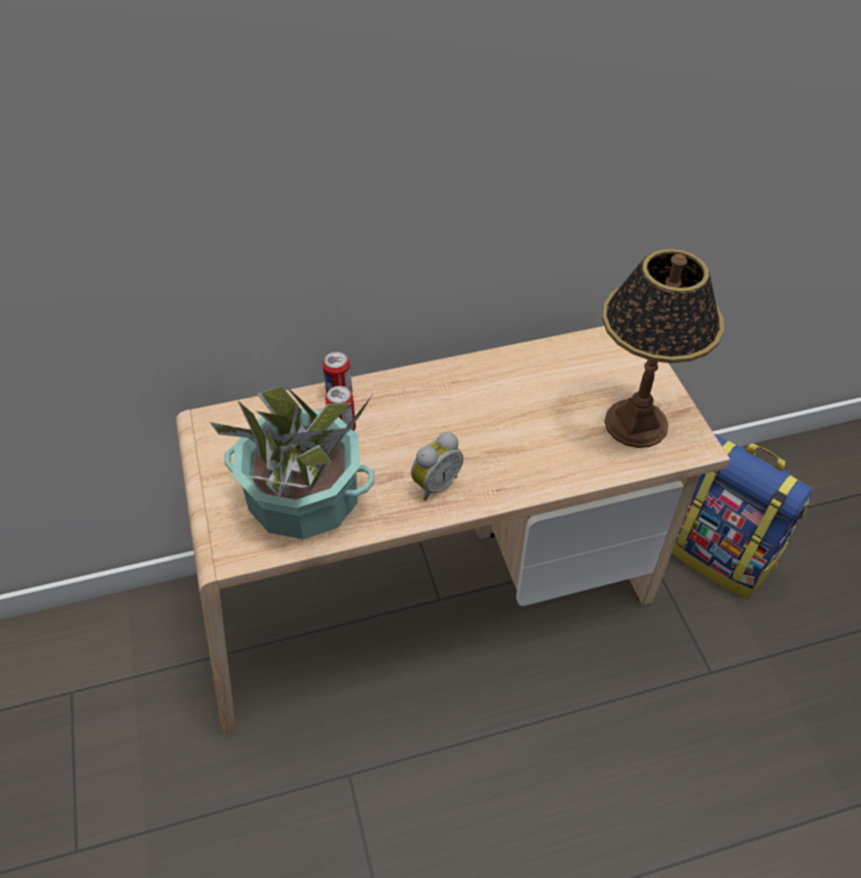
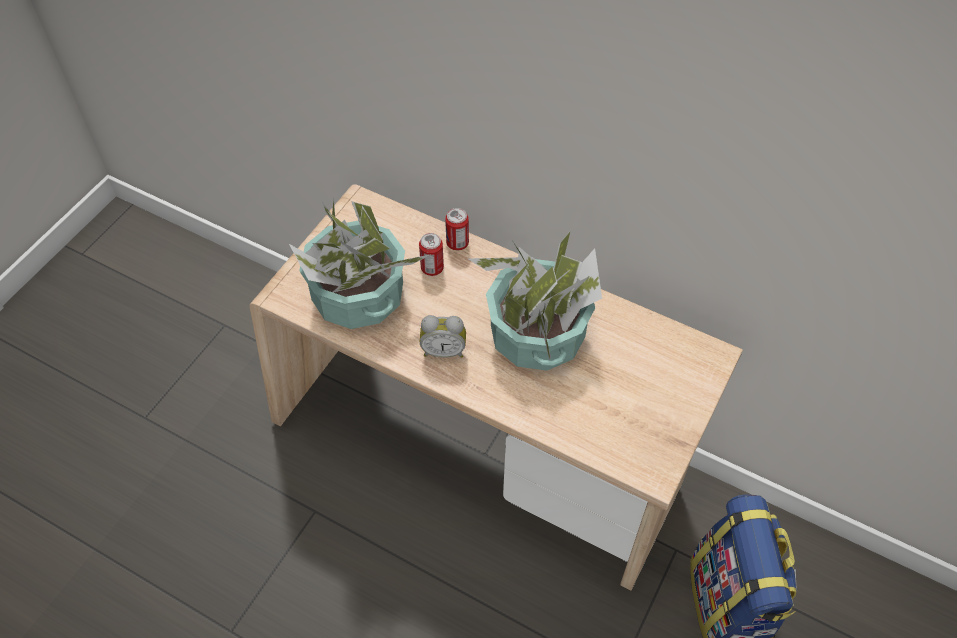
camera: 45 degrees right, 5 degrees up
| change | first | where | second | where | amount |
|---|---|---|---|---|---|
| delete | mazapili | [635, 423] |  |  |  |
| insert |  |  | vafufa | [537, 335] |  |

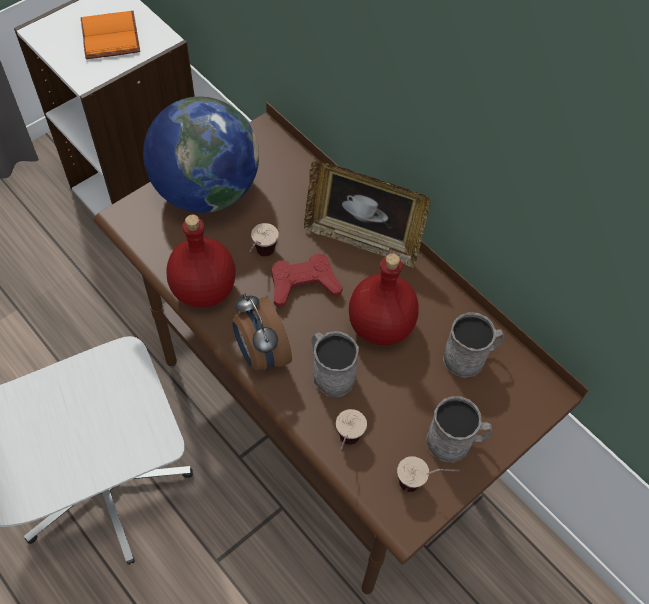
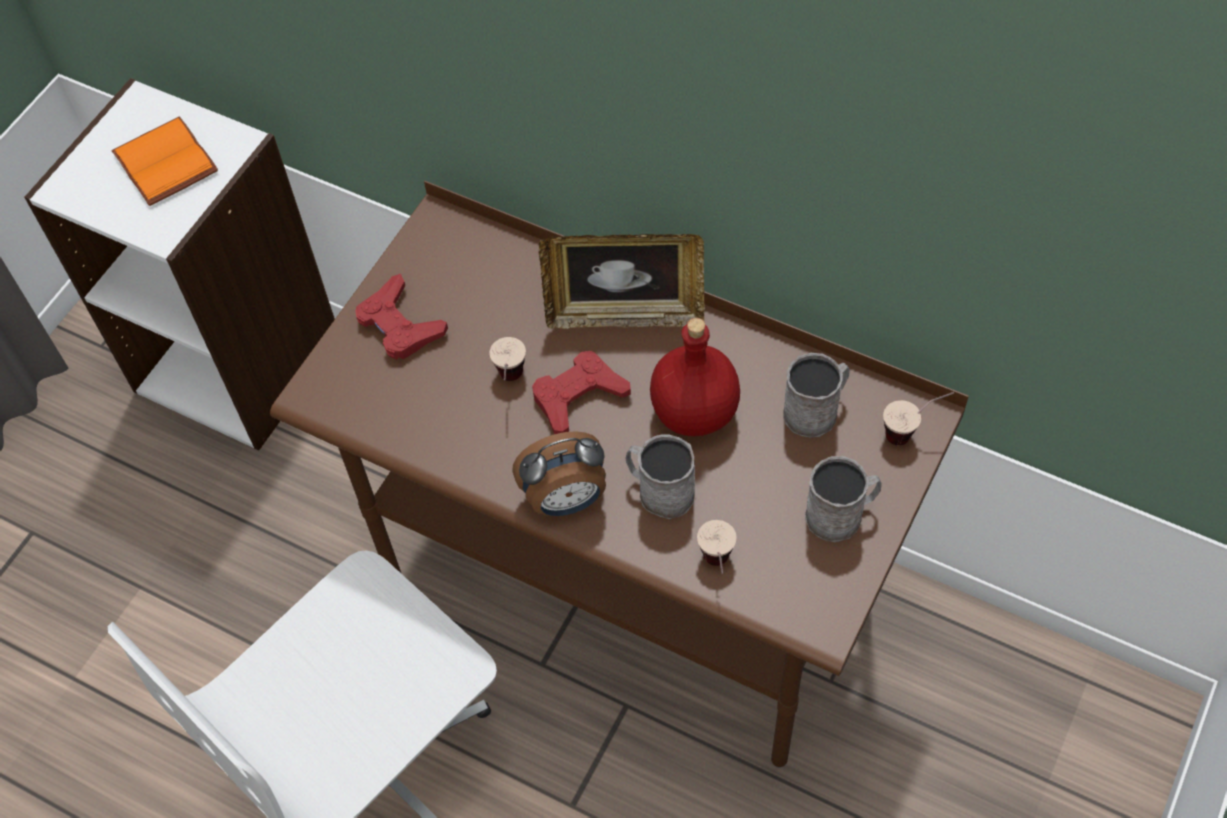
camera: 15 degrees left, 0 degrees up
| change | first | where | second | where | amount |
|---|---|---|---|---|---|
| replace | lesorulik | [206, 191] | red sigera | [400, 325] |  |
| delete | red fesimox | [203, 291] |  |  |  |
| rotate | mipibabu | [261, 354] |  | [566, 500] | 60 degrees counterclockwise |
| move | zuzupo | [422, 484] |  | [912, 432] |  |

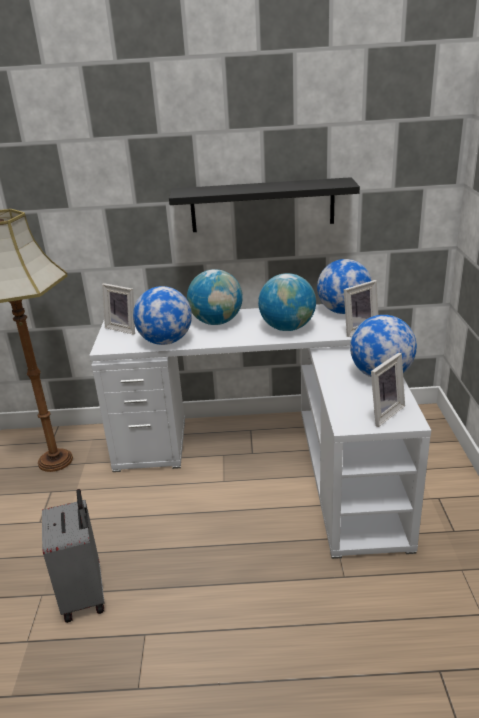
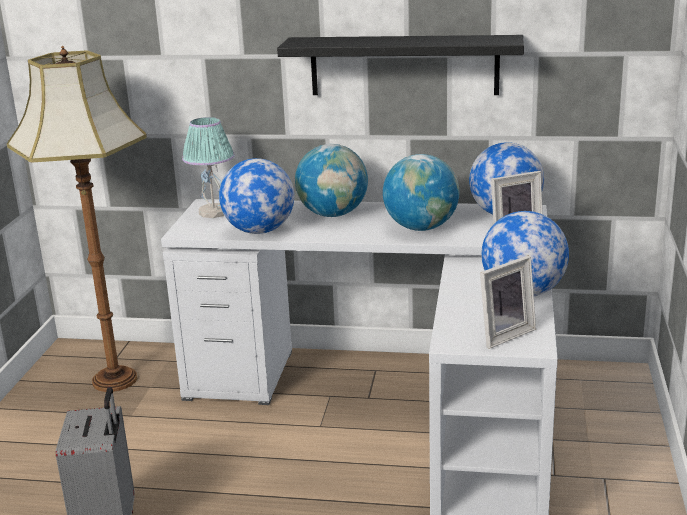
camera: 10 degrees right, 5 degrees down
| change | first | where | second | where | amount |
|---|---|---|---|---|---|
| replace | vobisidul | [124, 328] | mazapili | [214, 212] |  |

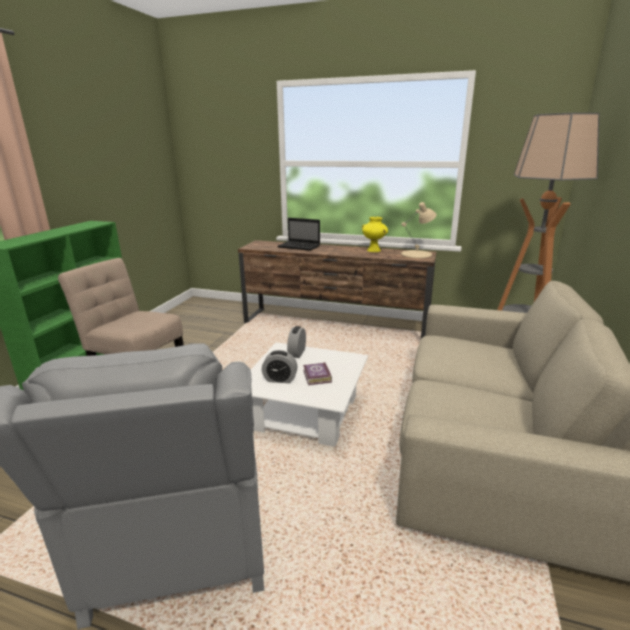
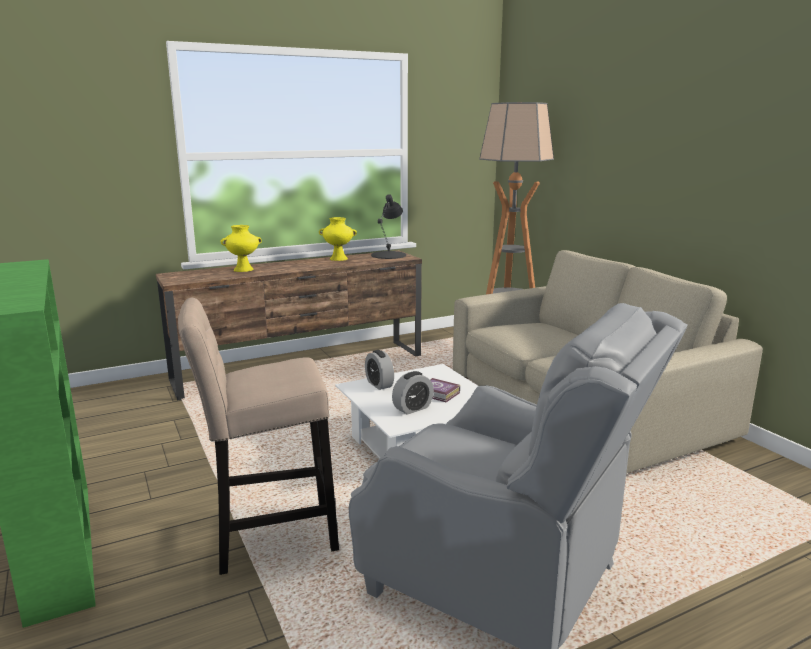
camera: 45 degrees left, 5 degrees down
| change | first | where | second | where | amount |
|---|---|---|---|---|---|
| recolor | beige mazapili | [417, 254] | black mazapili | [389, 255] |  |
| replace | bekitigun | [300, 246] | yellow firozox | [244, 269] |  |

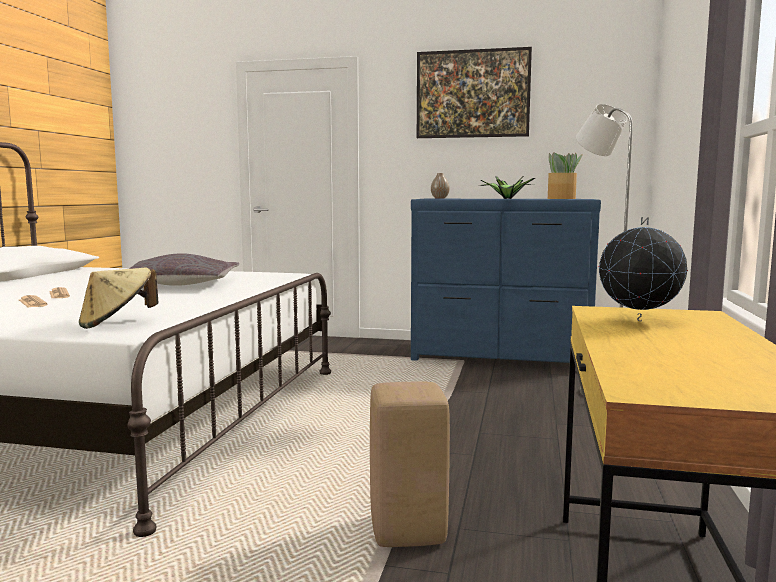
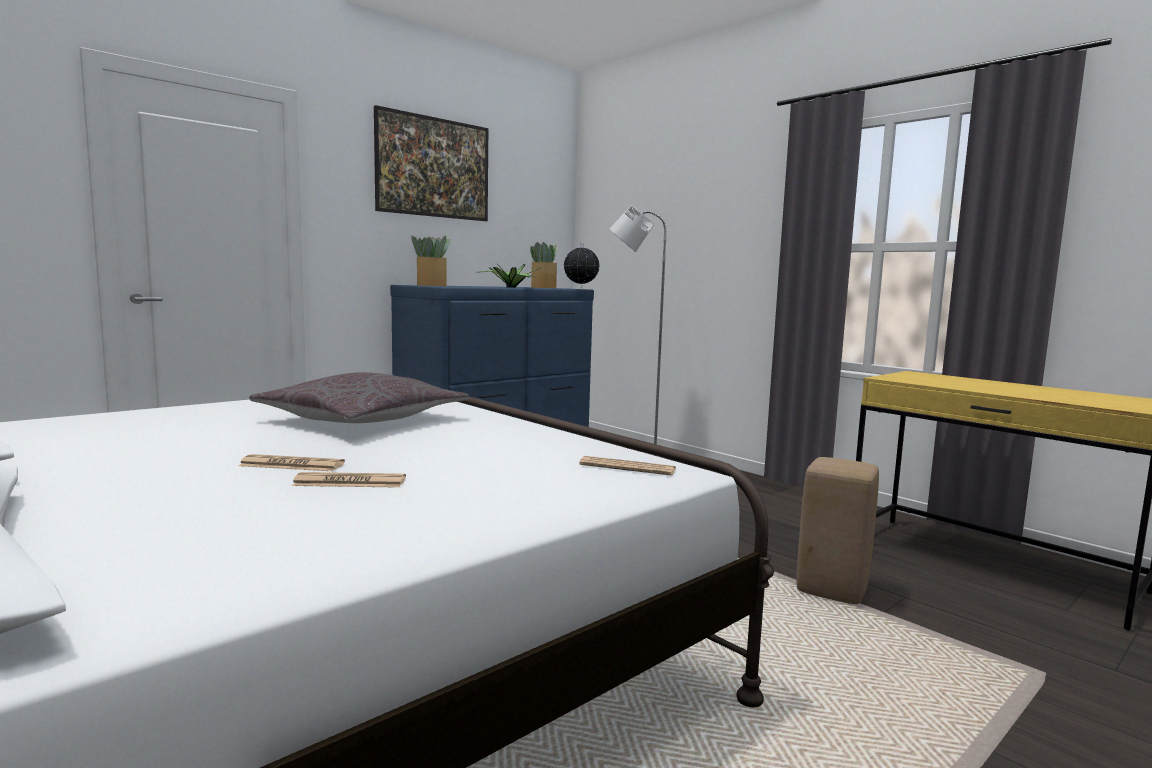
camera: 55 degrees left, 0 degrees up
| change | first | where | second | where | amount |
|---|---|---|---|---|---|
| replace | firozox | [439, 198] | vafufa | [431, 285] |  |
| move | lesorulik | [638, 320] |  | [580, 289] |  |
| replace | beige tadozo | [117, 323] | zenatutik | [627, 467] |  |

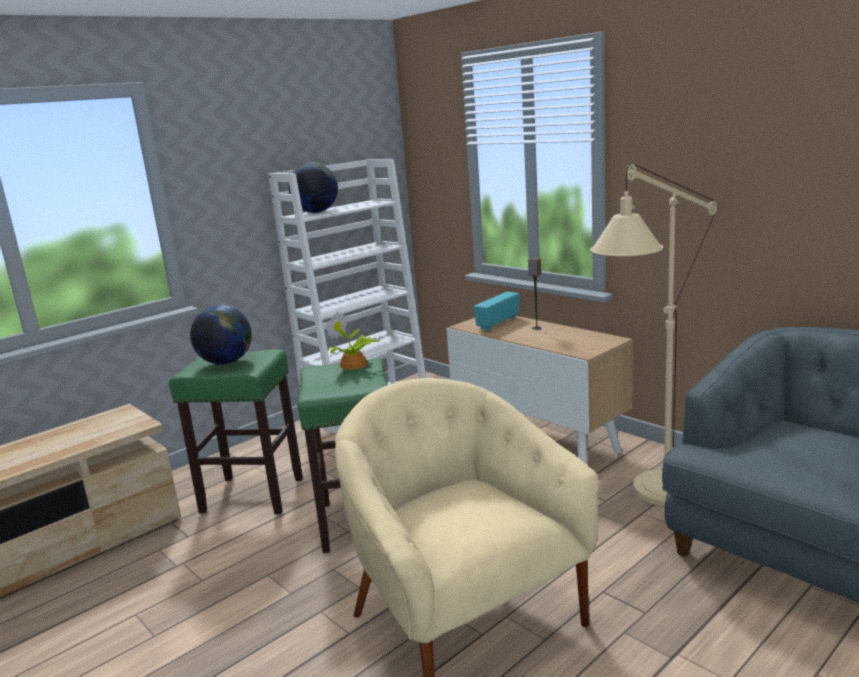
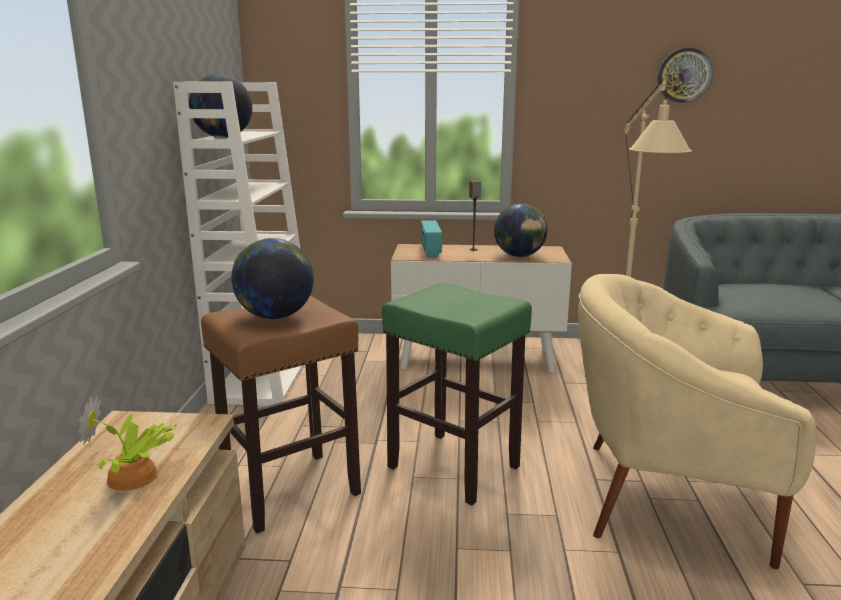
camera: 45 degrees left, 0 degrees up
| change | first | where | second | where | amount |
|---|---|---|---|---|---|
| move | vafufa | [353, 365] |  | [134, 478] |  |
| recolor | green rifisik | [251, 495] | brown rifisik | [289, 491] |  |
| insert |  |  | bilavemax | [684, 75] |  |
| insert |  |  | lesorulik | [519, 256] |  |

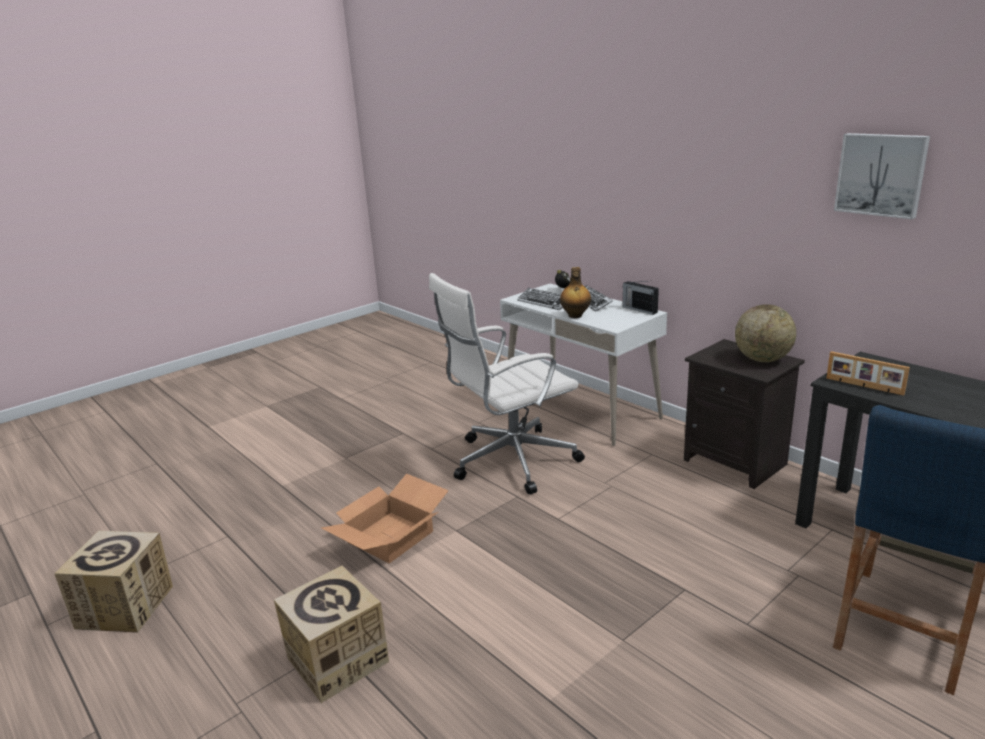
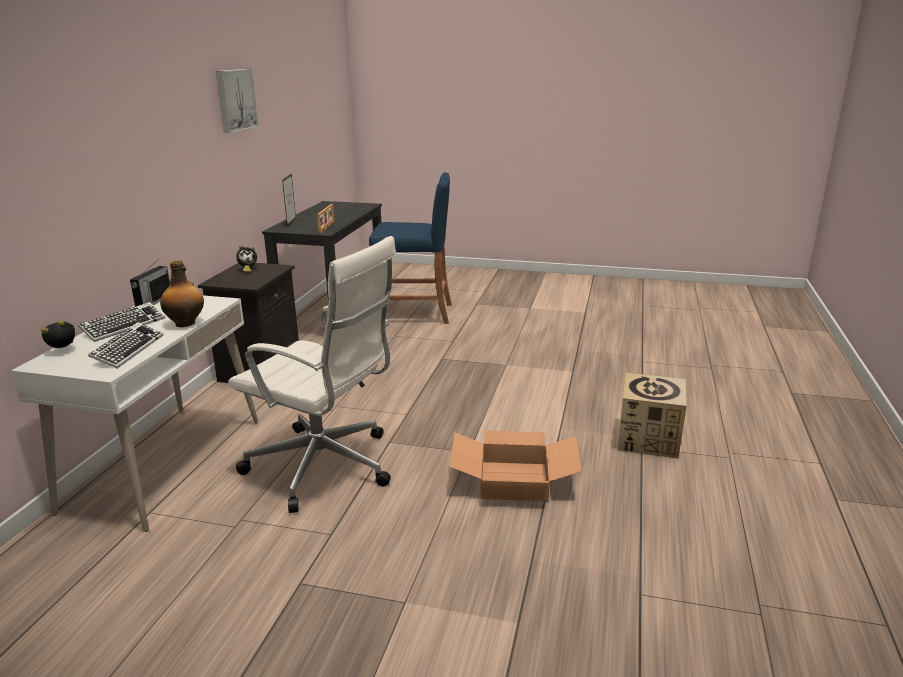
camera: 125 degrees left, 0 degrees up
| change | first | where | second | where | amount |
|---|---|---|---|---|---|
| replace | lesorulik | [762, 359] | mipibabu | [247, 270] |  |
| delete | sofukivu | [126, 606] |  |  |  |
| insert |  |  | vobisidul | [291, 222] |  |

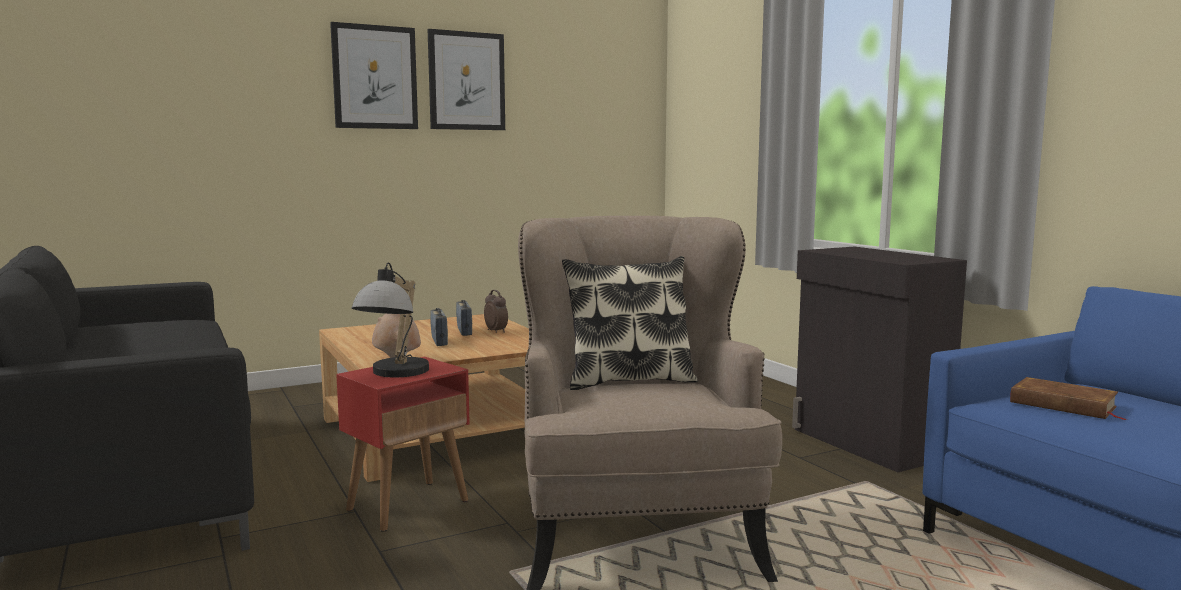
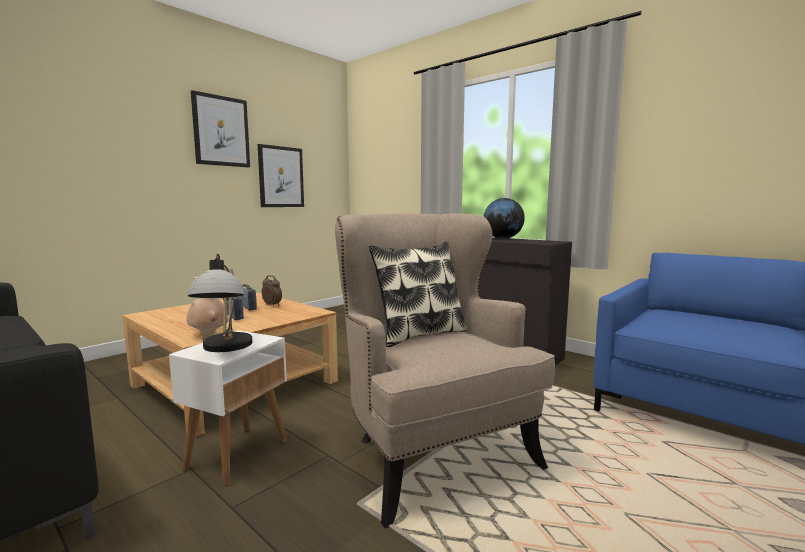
camera: 20 degrees left, 0 degrees up
| change | first | where | second | where | amount |
|---|---|---|---|---|---|
| move | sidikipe | [374, 77] |  | [281, 177] |  |
| recolor | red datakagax | [409, 505] | white datakagax | [238, 454] |  |
| delete | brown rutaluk | [1063, 405] |  |  |  |
| insert |  |  | lesorulik | [502, 238] |  |

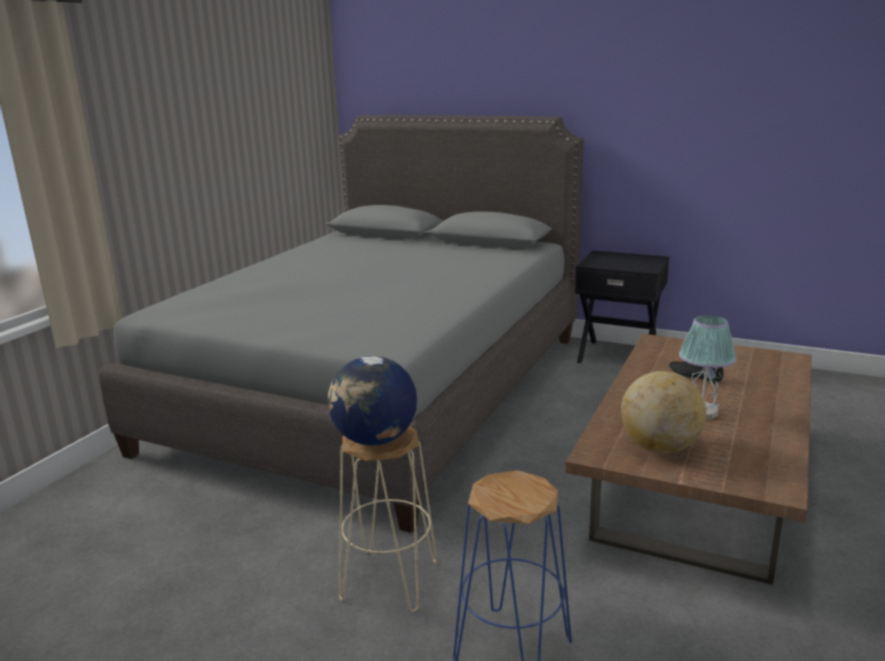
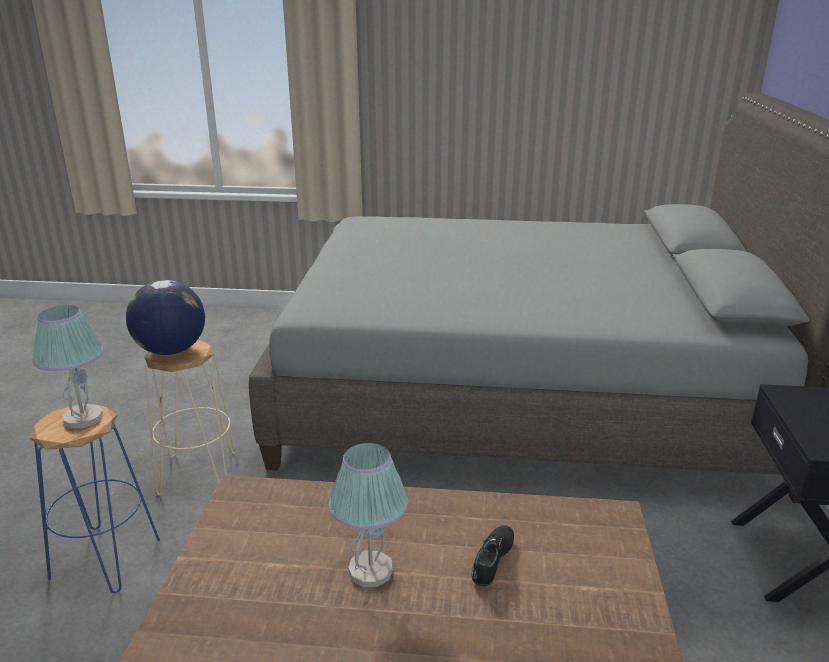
camera: 70 degrees right, 5 degrees up
| change | first | where | second | where | amount |
|---|---|---|---|---|---|
| delete | lesorulik | [660, 448] |  |  |  |
| insert |  |  | mazapili | [83, 418] |  |

